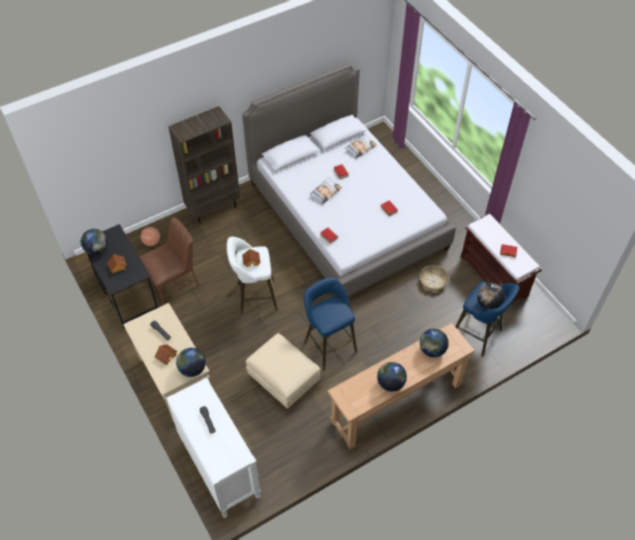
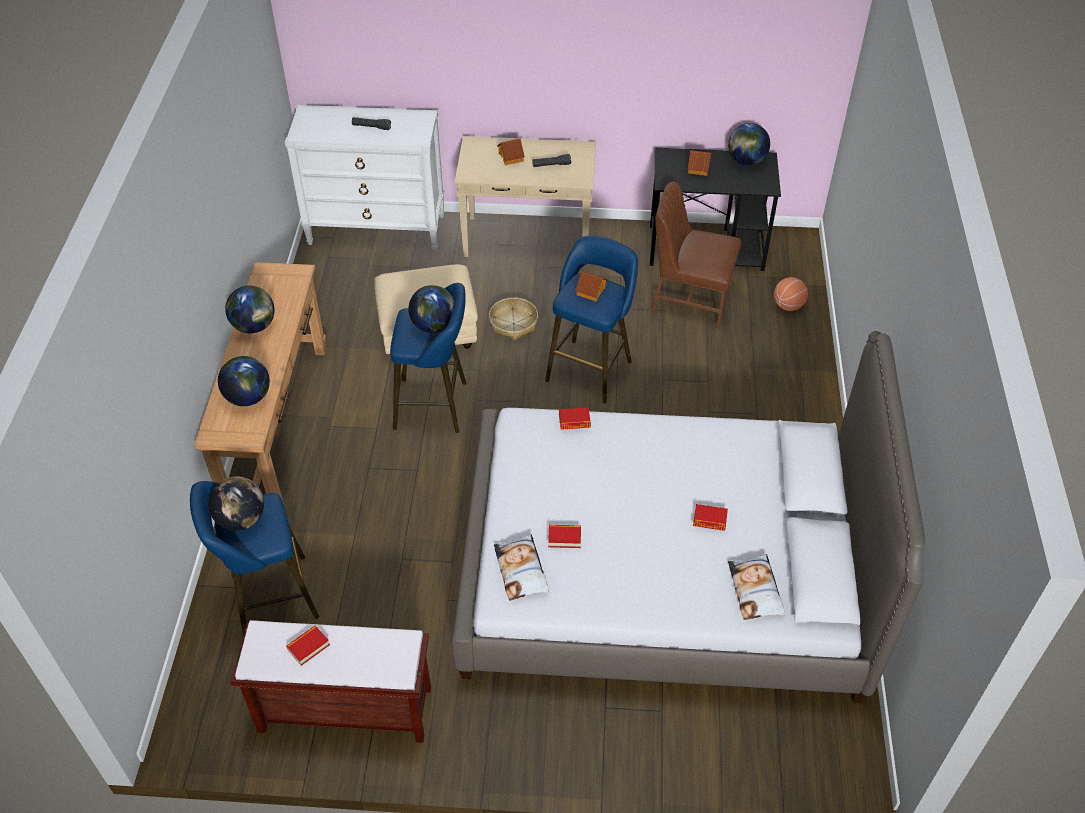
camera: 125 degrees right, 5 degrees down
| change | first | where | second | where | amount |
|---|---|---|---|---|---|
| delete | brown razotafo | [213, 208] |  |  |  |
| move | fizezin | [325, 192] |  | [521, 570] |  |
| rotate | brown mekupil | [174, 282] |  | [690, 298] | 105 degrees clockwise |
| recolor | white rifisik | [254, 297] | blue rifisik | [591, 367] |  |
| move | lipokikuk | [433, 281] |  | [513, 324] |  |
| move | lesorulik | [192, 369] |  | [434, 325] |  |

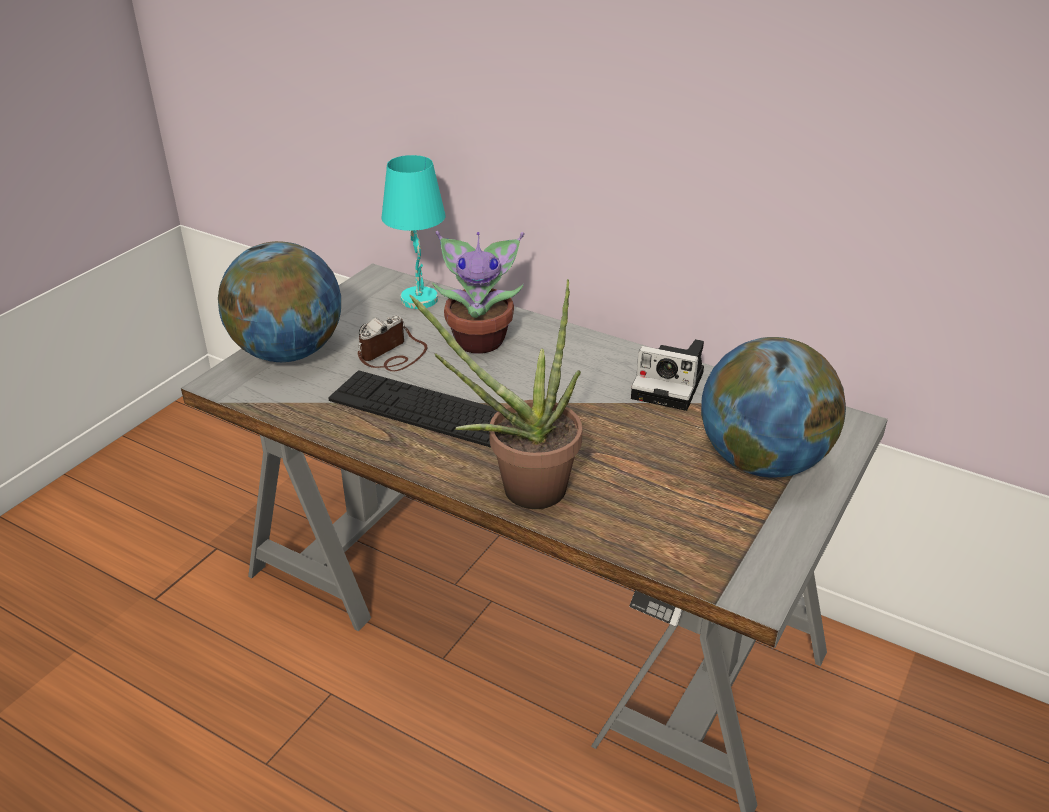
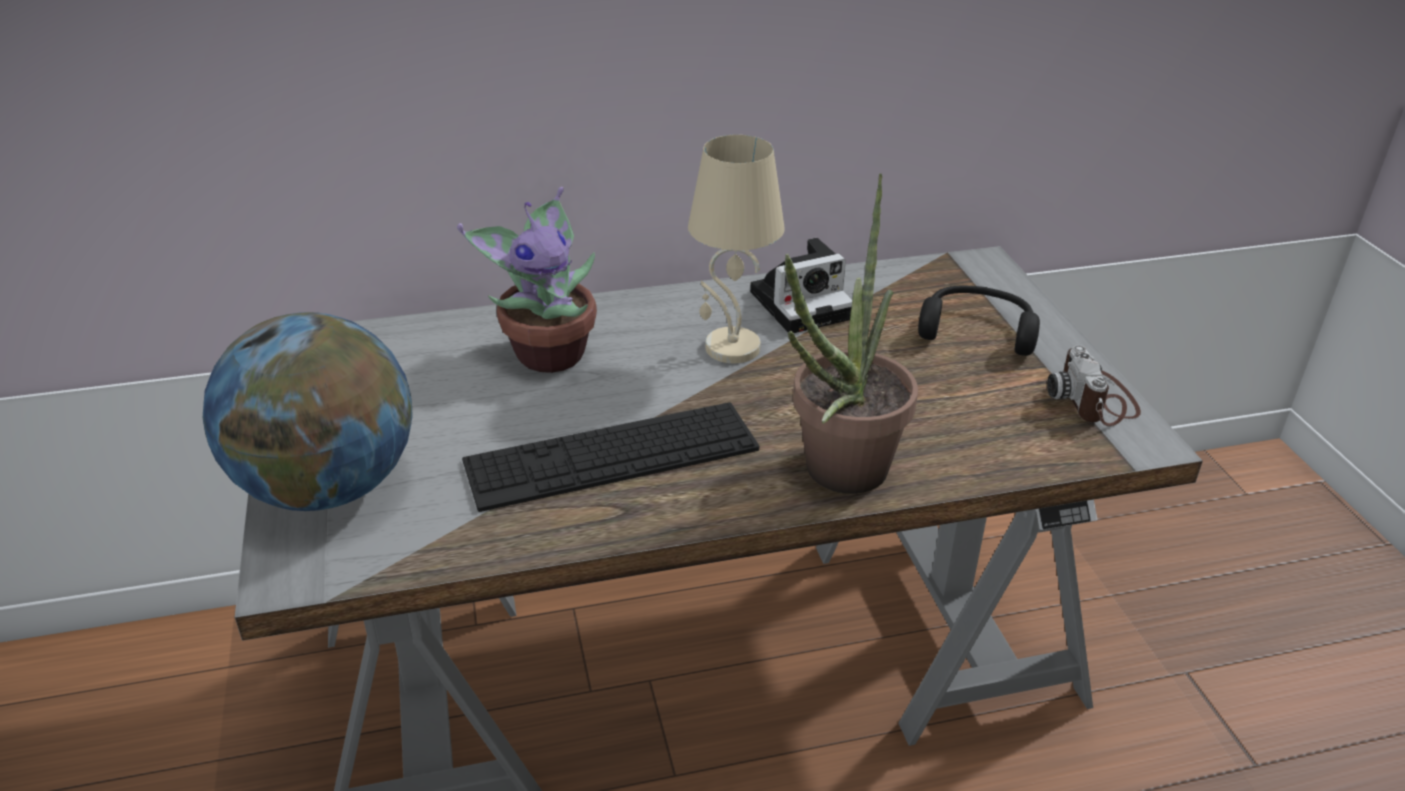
camera: 45 degrees left, 0 degrees up
| change | first | where | second | where | amount |
|---|---|---|---|---|---|
| delete | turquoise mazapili | [420, 300] |  |  |  |
| move | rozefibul | [392, 355] |  | [1095, 400] |  |
| replace | lesorulik | [762, 462] | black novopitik | [977, 330] |  |
| insert |  |  | beige mazapili | [731, 348] |  |

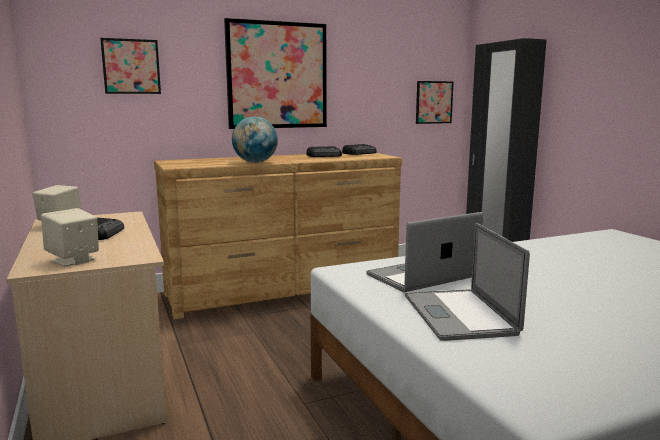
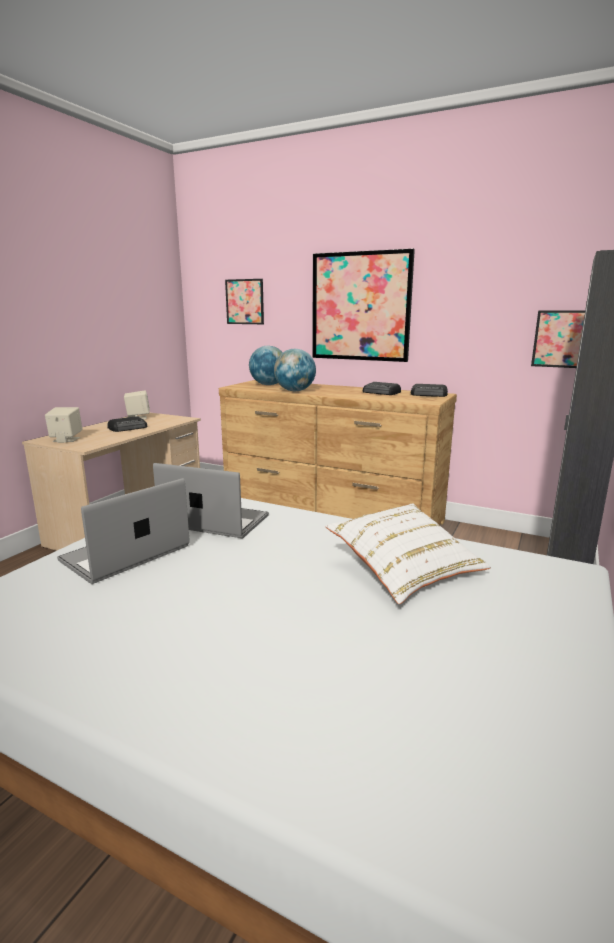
camera: 50 degrees right, 5 degrees up
| change | first | where | second | where | amount |
|---|---|---|---|---|---|
| insert |  |  | lesorulik | [268, 385] |  |
| insert |  |  | white fizezin | [404, 570] |  |

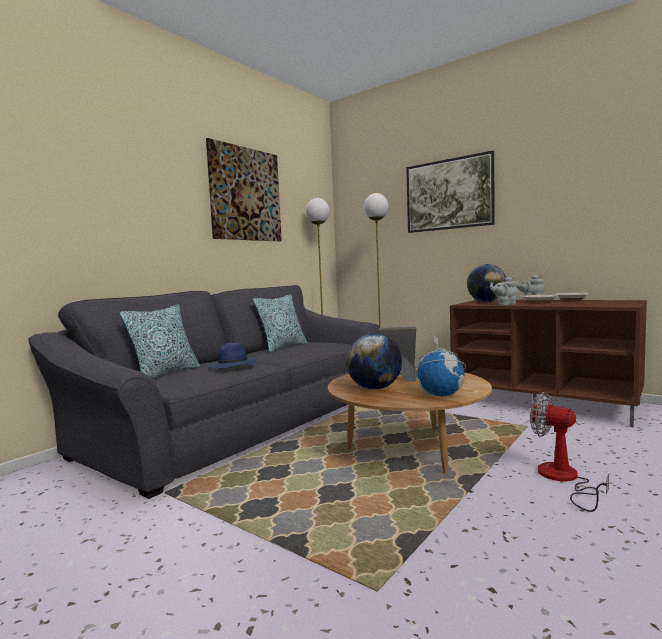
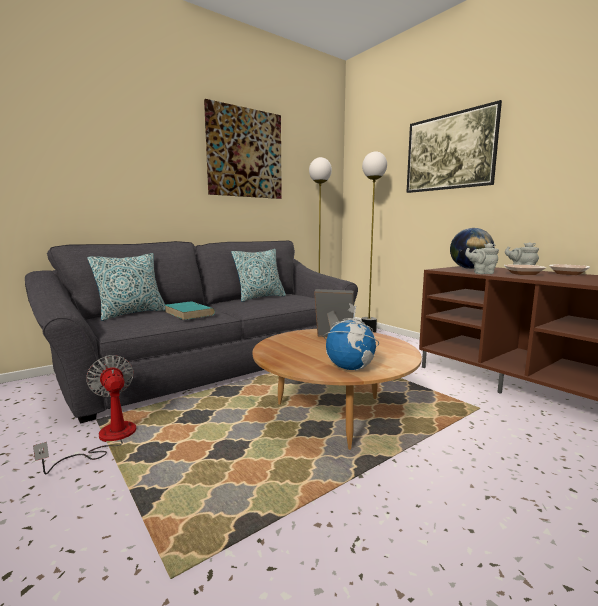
camera: 15 degrees right, 5 degrees up
| change | first | where | second | where | amount |
|---|---|---|---|---|---|
| delete | lesorulik | [374, 388] |  |  |  |
| replace | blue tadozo | [233, 367] | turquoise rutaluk | [189, 313] |  |
| move | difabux | [563, 479] |  | [107, 439] |  |

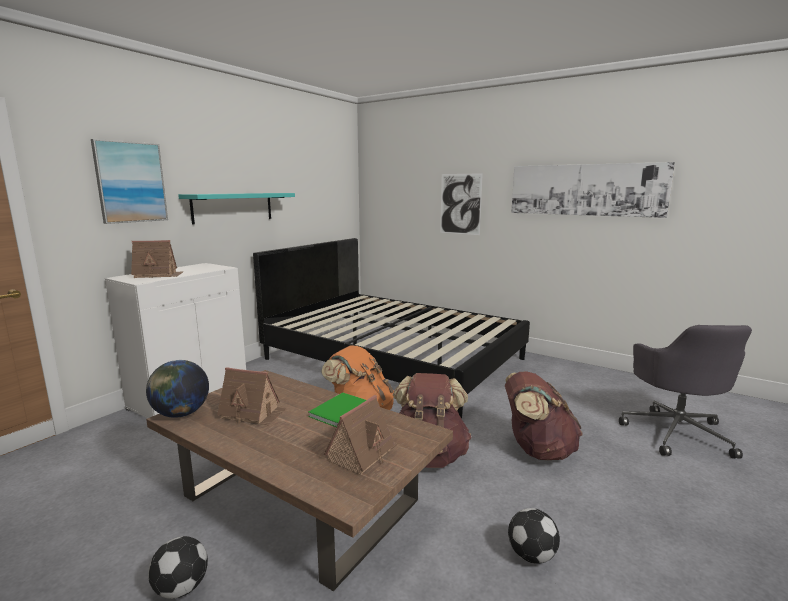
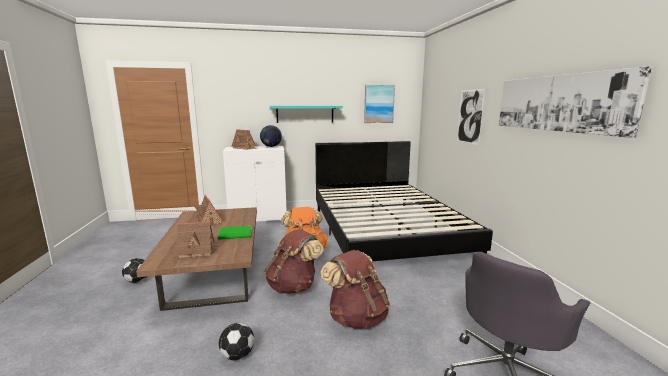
camera: 45 degrees right, 0 degrees up
| change | first | where | second | where | amount |
|---|---|---|---|---|---|
| move | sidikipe | [130, 182] |  | [379, 104] |  |
| move | lesorulik | [181, 414] |  | [271, 146] |  |

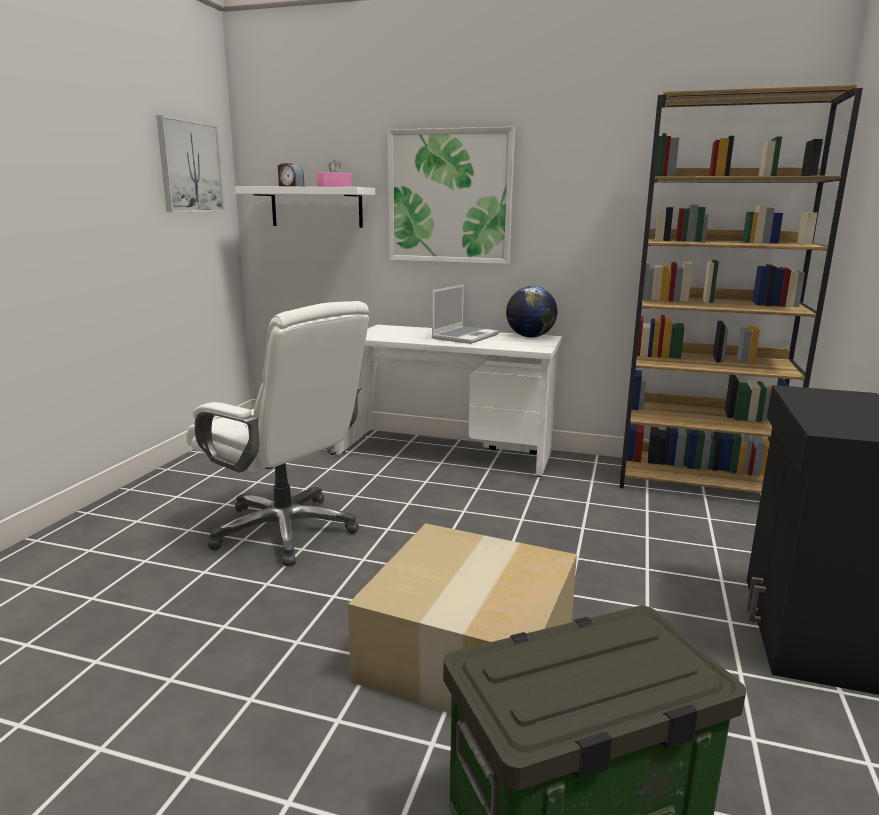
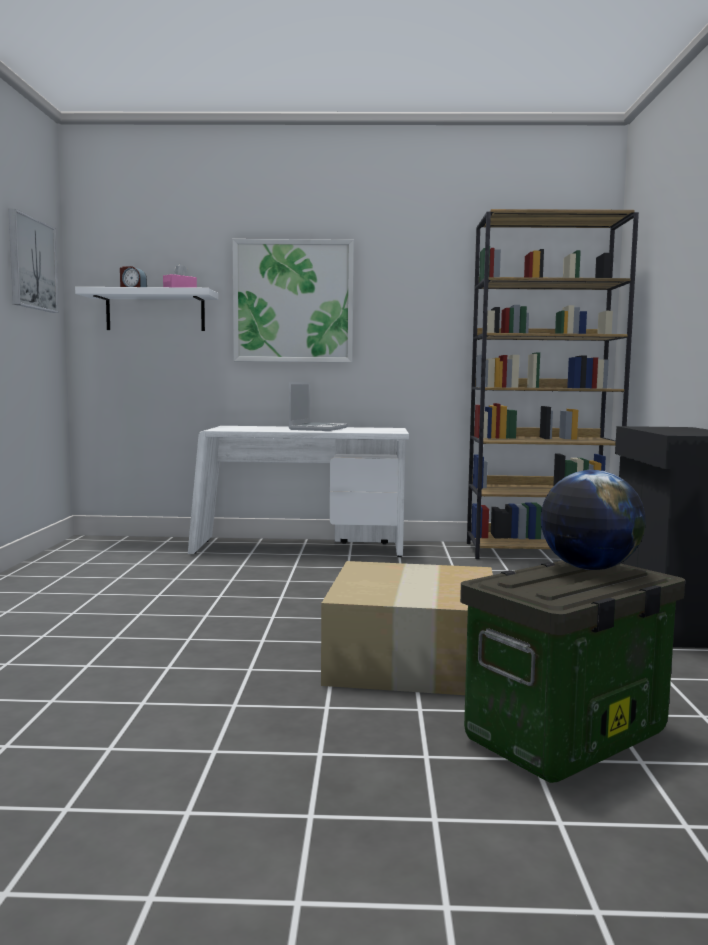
camera: 15 degrees left, 10 degrees down
| change | first | where | second | where | amount |
|---|---|---|---|---|---|
| move | lesorulik | [530, 337] |  | [589, 568] |  |
| delete | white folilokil | [285, 530] |  |  |  |

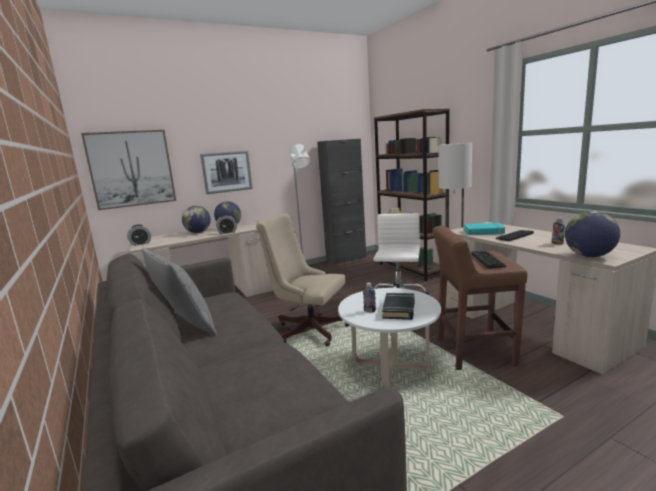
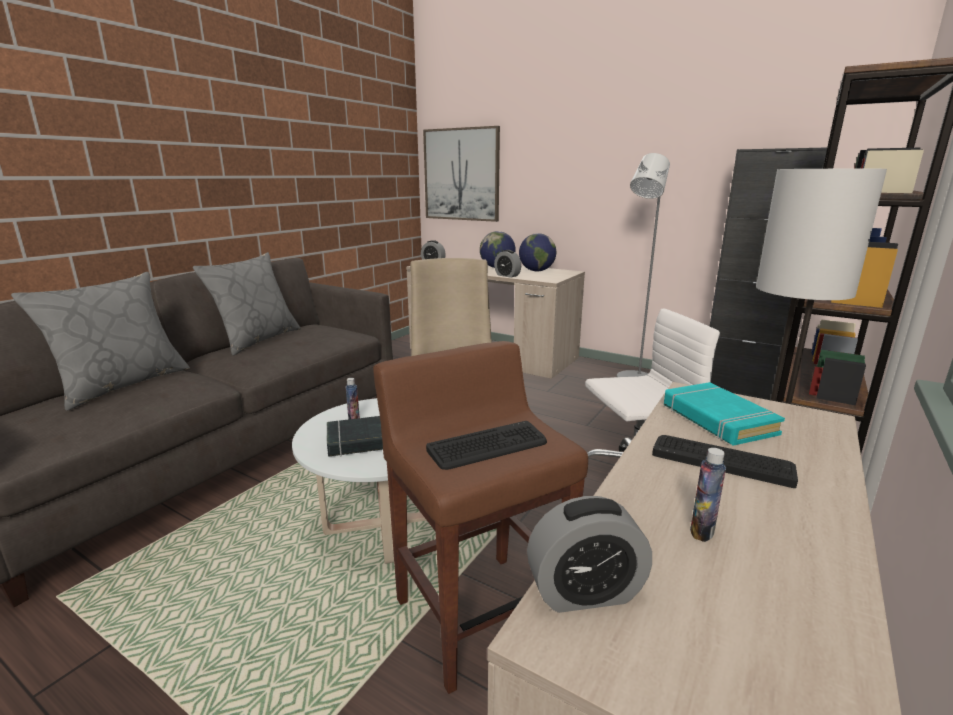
camera: 60 degrees right, 5 degrees up
| change | first | where | second | where | amount |
|---|---|---|---|---|---|
| delete | sidikipe | [227, 172] |  |  |  |
| replace | lesorulik | [589, 256] | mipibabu | [585, 592] |  |
| insert |  |  | grey fizezin | [122, 384] |  |

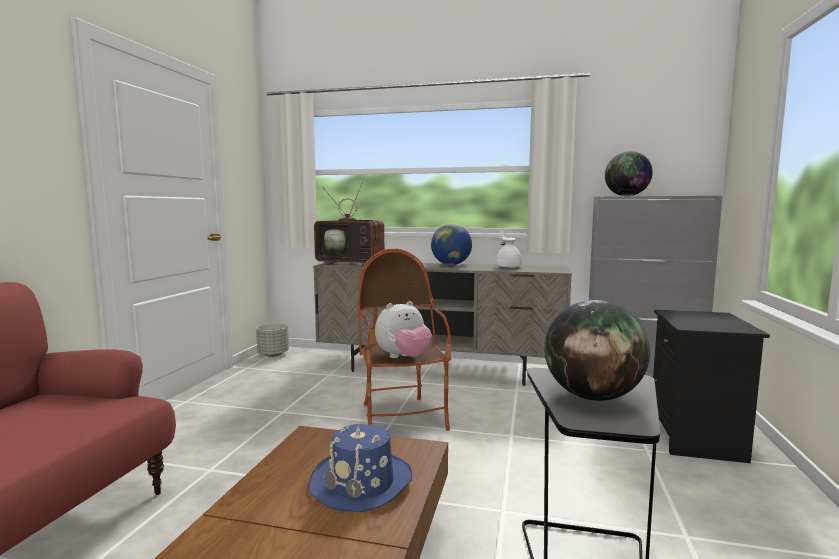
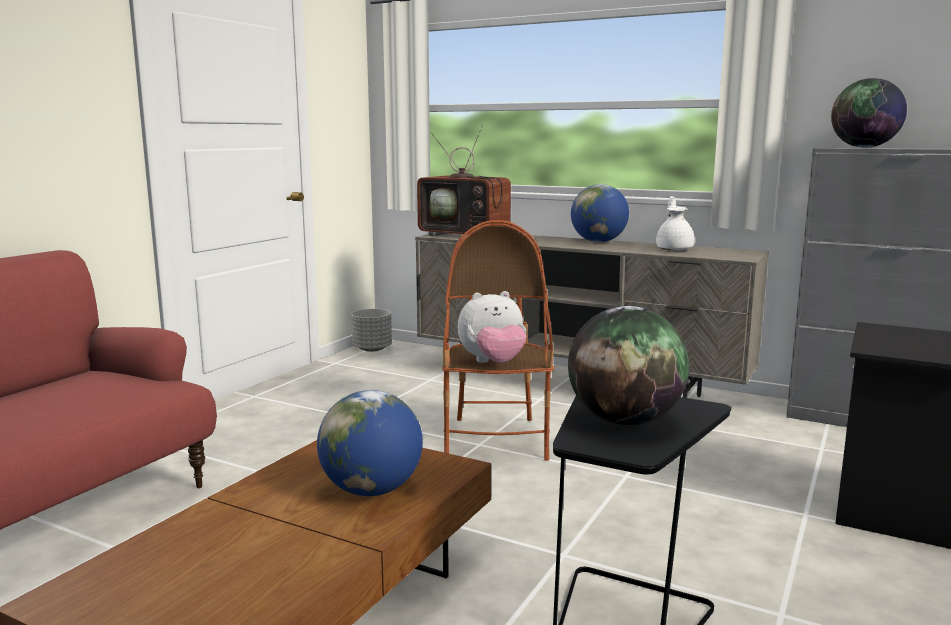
camera: 15 degrees right, 5 degrees up
| change | first | where | second | where | amount |
|---|---|---|---|---|---|
| replace | blue tadozo | [362, 482] | lesorulik | [372, 490] |  |

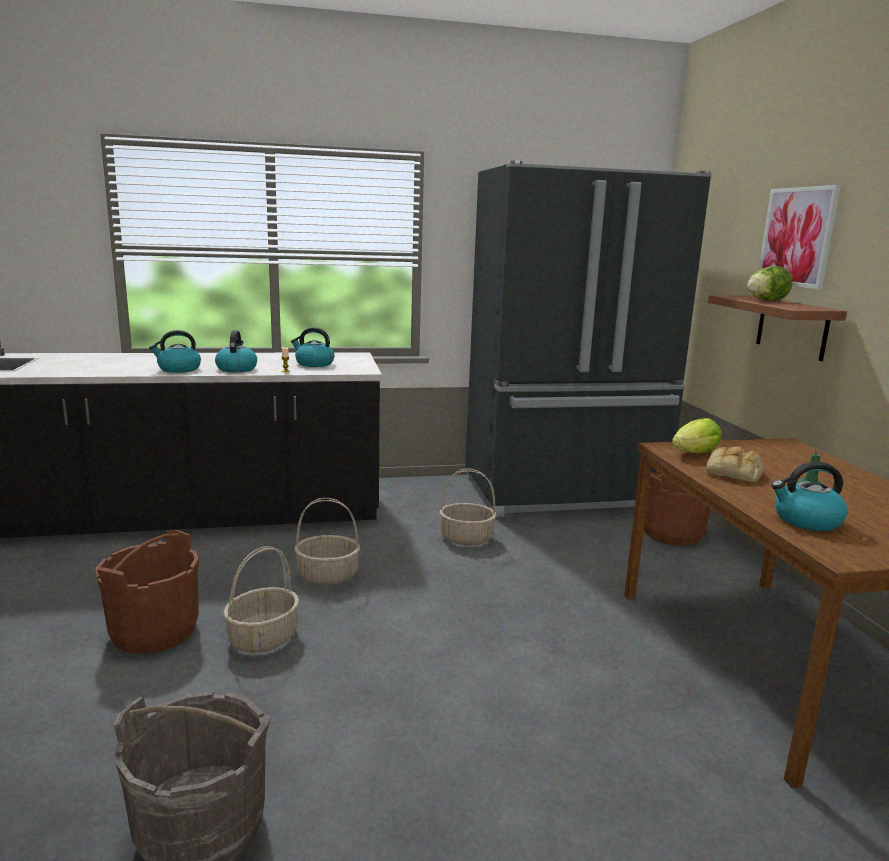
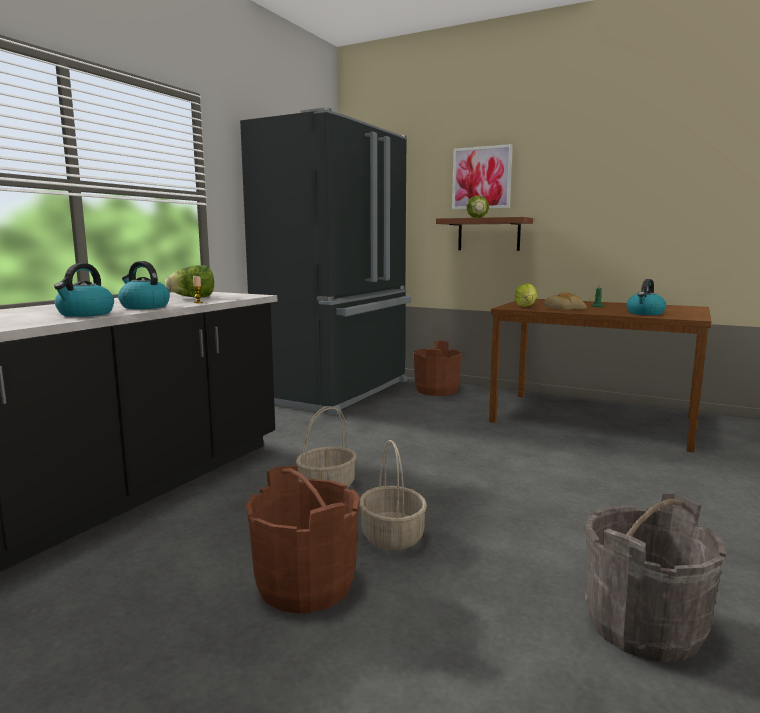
camera: 50 degrees left, 5 degrees down
| change | first | where | second | where | amount |
|---|---|---|---|---|---|
| replace | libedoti | [314, 364] | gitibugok | [192, 298] |  |
| delete | lipokikuk | [467, 538] |  |  |  |

